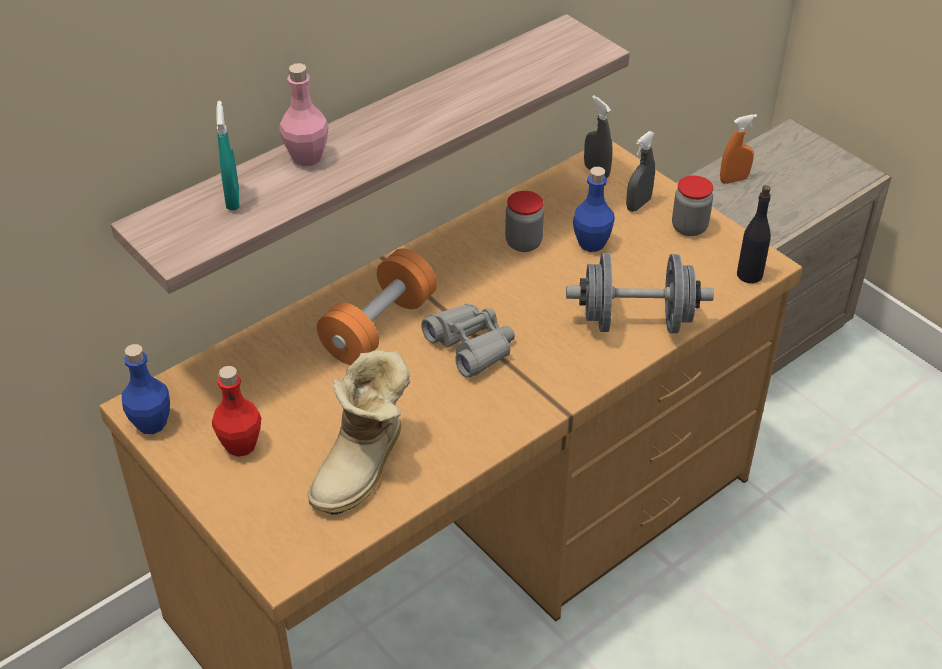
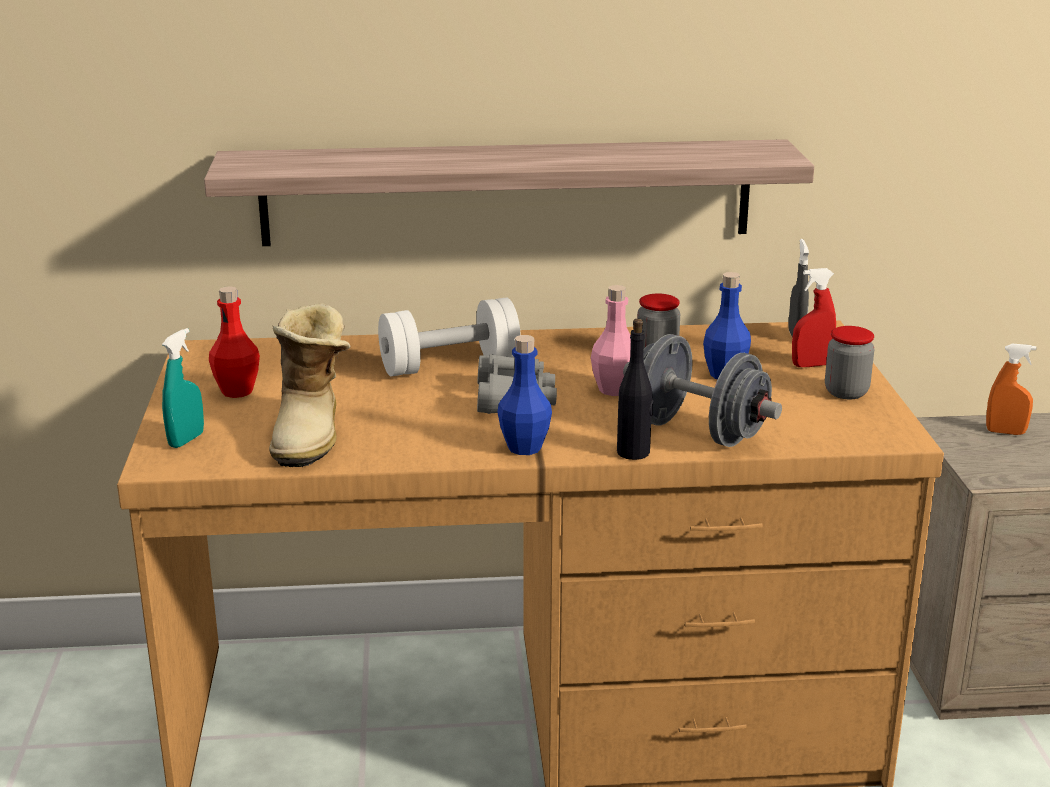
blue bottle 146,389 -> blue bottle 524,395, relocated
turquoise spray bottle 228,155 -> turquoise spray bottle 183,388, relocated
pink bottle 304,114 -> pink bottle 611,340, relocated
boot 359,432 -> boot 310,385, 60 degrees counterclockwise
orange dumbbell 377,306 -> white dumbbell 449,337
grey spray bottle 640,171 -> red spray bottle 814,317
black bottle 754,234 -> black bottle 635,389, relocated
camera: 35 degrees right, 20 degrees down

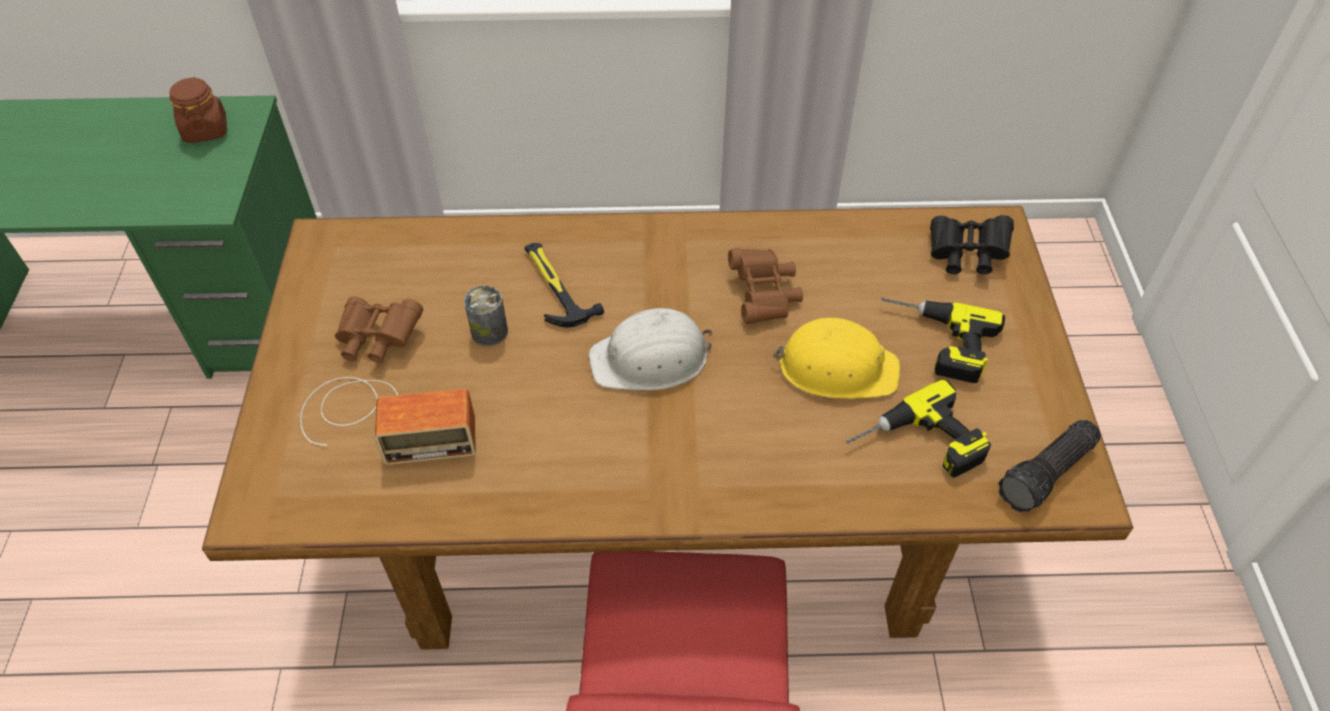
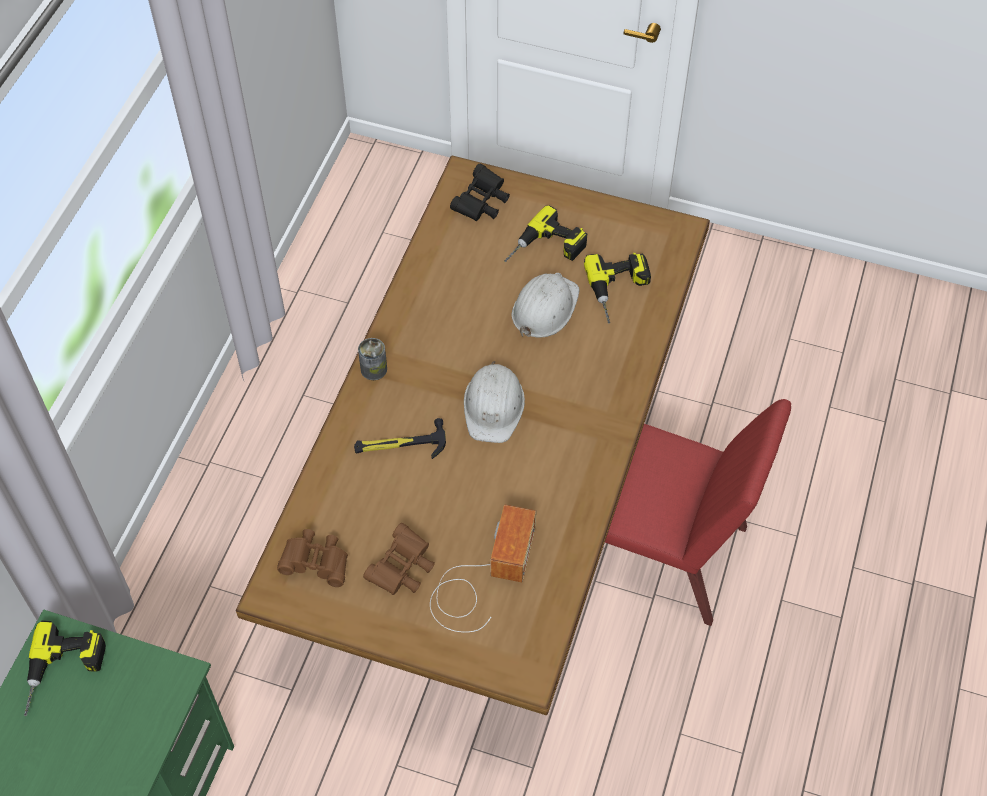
brown jar 198,110 -> power drill 65,668
can 486,316 -> can 372,359, relocated
brown binoculars 765,286 -> brown binoculars 312,558, relocated
yellow hard hat 836,358 -> white hard hat 546,305
flashlight 1049,466 -> none
camera: 70 degrees left, 5 degrees up

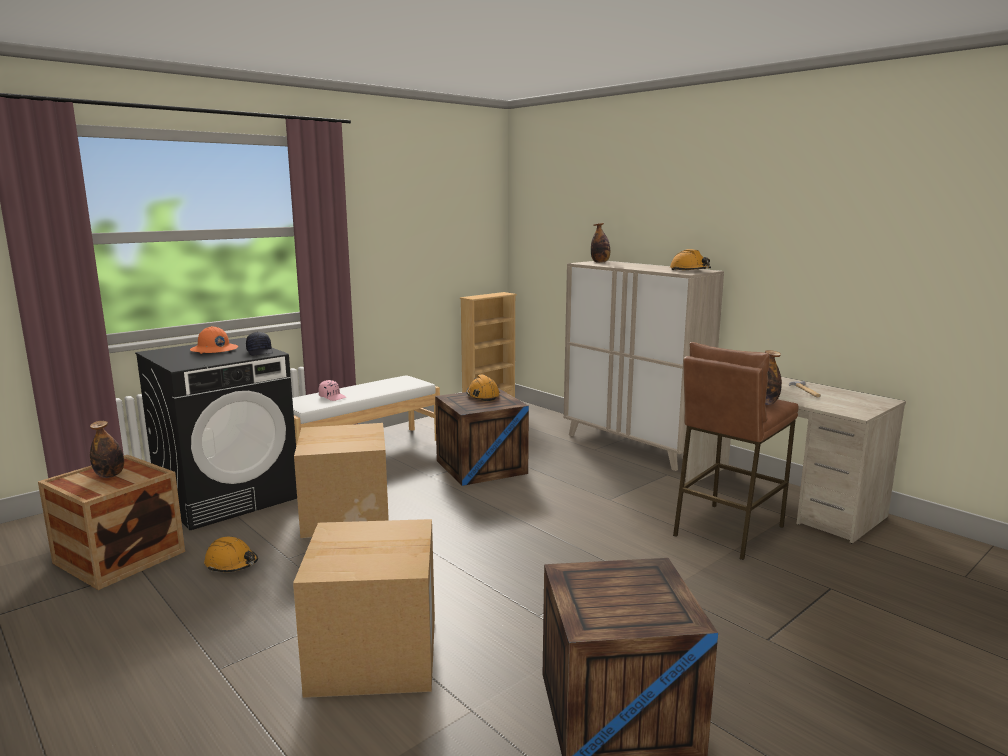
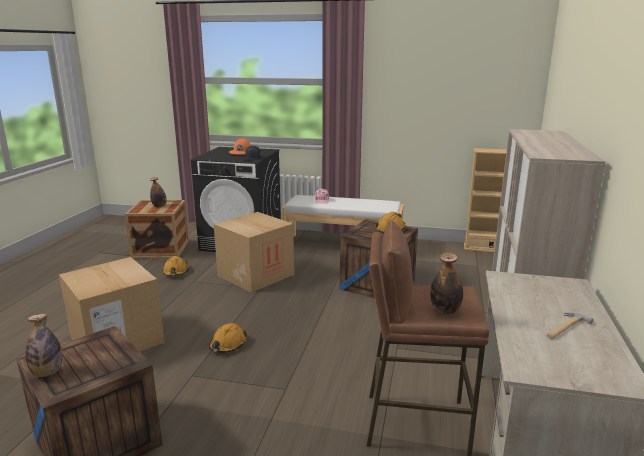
bottle 600,243 -> bottle 43,345, relocated
orange hard hat 690,260 -> orange hard hat 228,338, relocated
camera: 55 degrees right, 5 degrees up

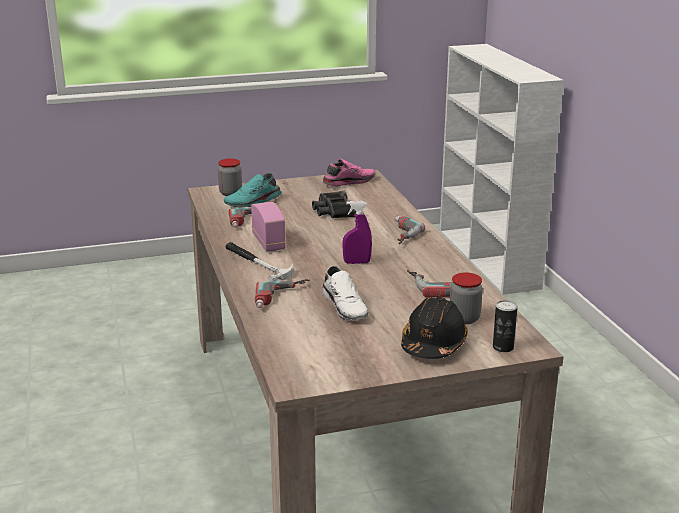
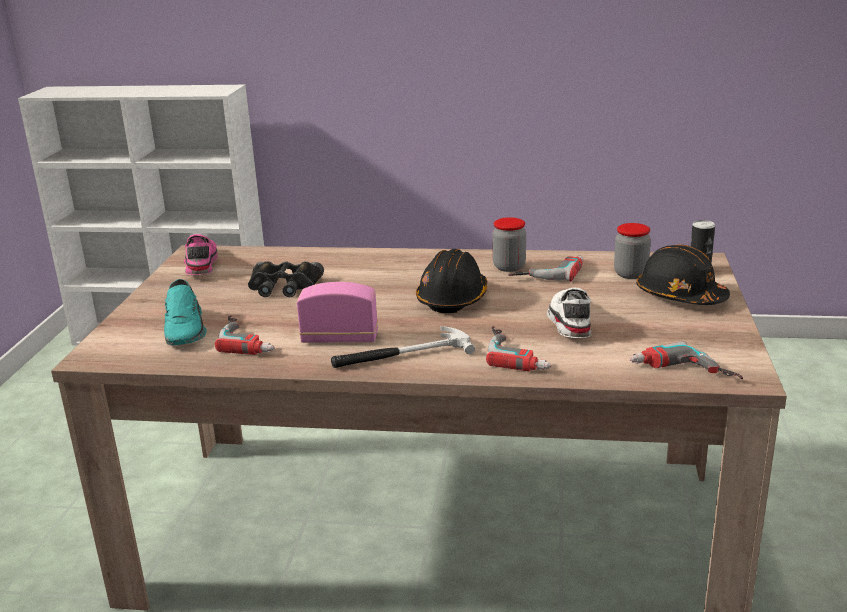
jar 230,177 -> jar 509,244, relocated
white shoe 345,293 -> white shoe 569,313, 90 degrees counterclockwise
purple spray bottle 357,232 -> black hard hat 451,281
power drill 409,230 -> power drill 686,360, relocated
camera: 65 degrees left, 0 degrees up

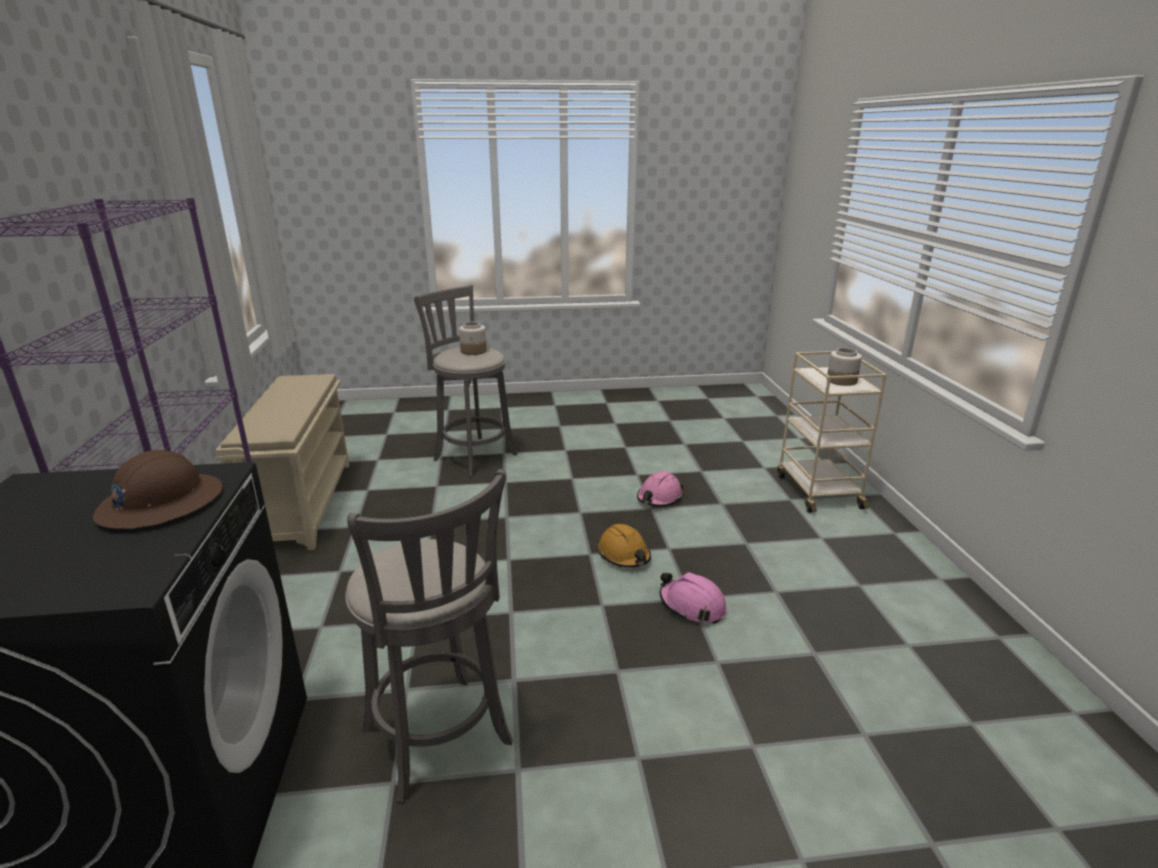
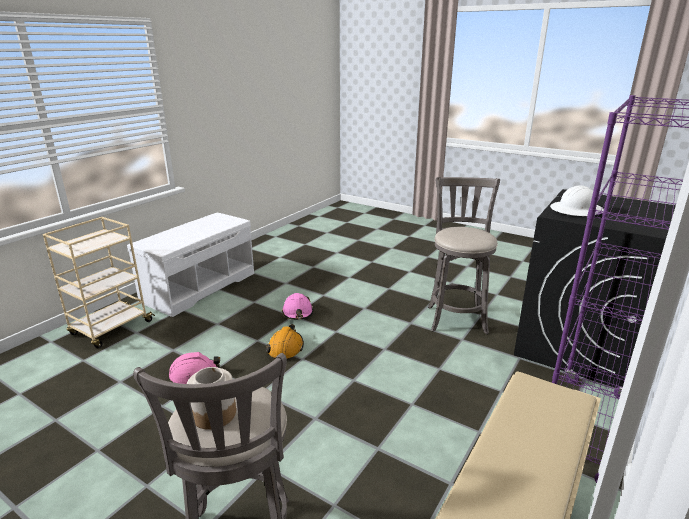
brown hard hat 157,489 -> white hard hat 577,200
jar 844,367 -> none
none -> white bench 190,264
camera: 140 degrees left, 0 degrees up

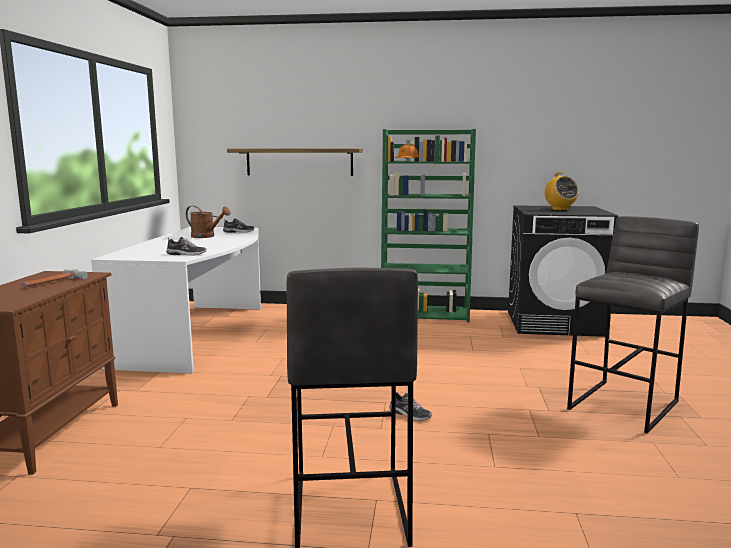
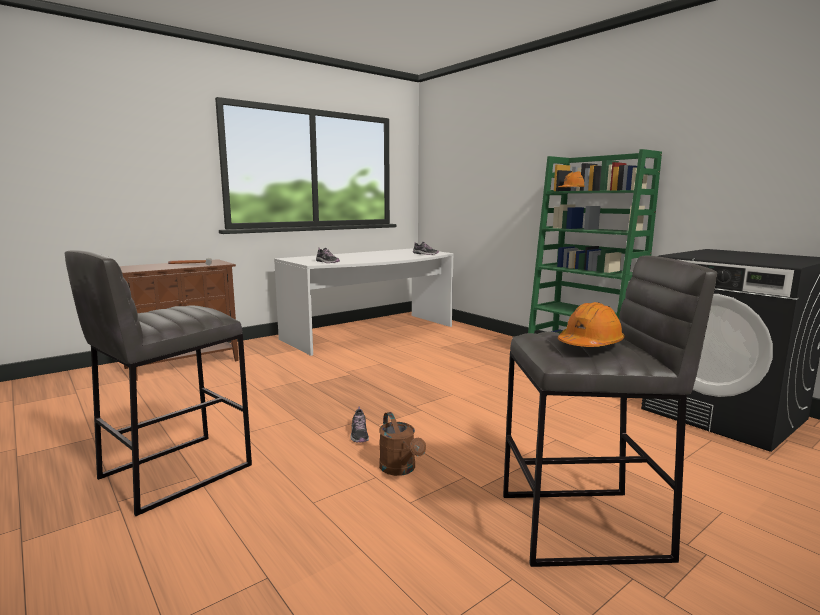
brown watering can 208,222 -> brown watering can 402,444, relocated
shelf 295,162 -> none
radio 561,191 -> none
none -> orange hard hat 591,324
camera: 45 degrees right, 0 degrees up

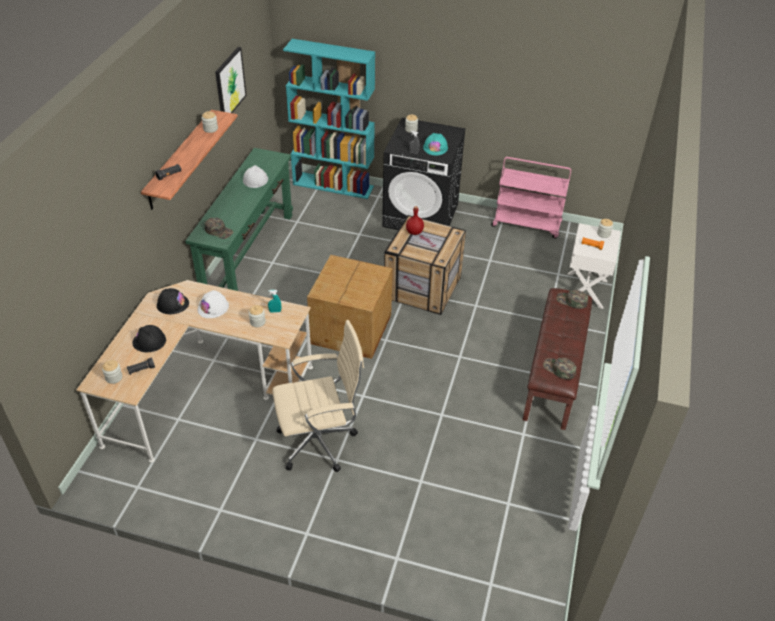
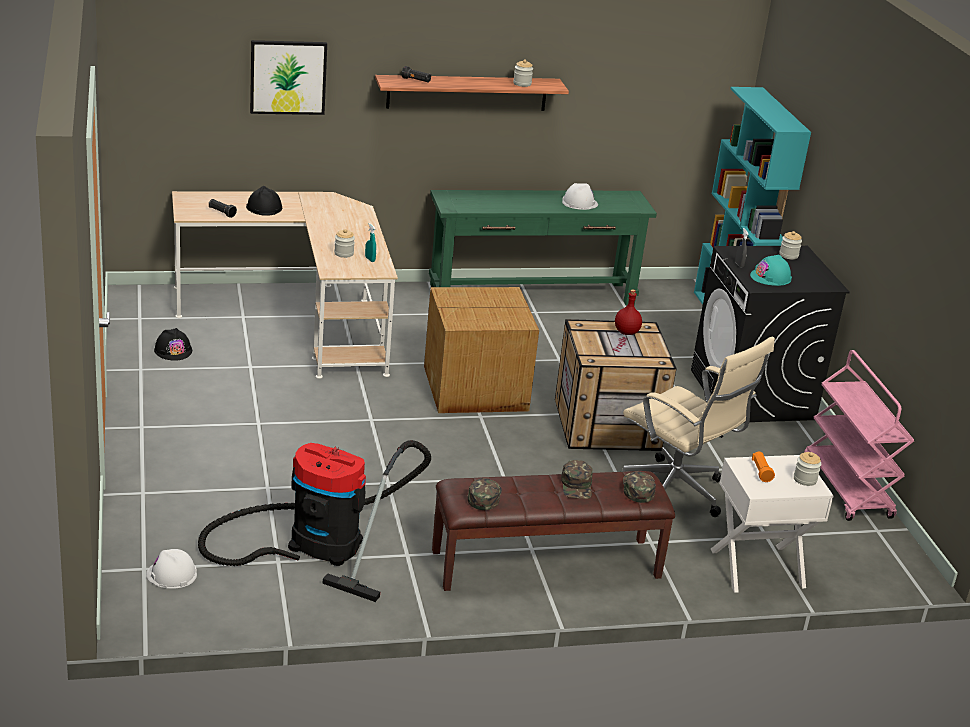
jar 112,372 -> none
black hard hat 173,301 -> black hard hat 173,344, relocated
white hard hat 213,304 -> white hard hat 171,569, relocated
green cap 218,228 -> green cap 577,479, relocated
picture 231,80 -> picture 288,77, relocated
beige office chair 318,396 -> beige office chair 698,427, relocated
none -> vacuum cleaner 314,521
camera: 60 degrees right, 15 degrees down

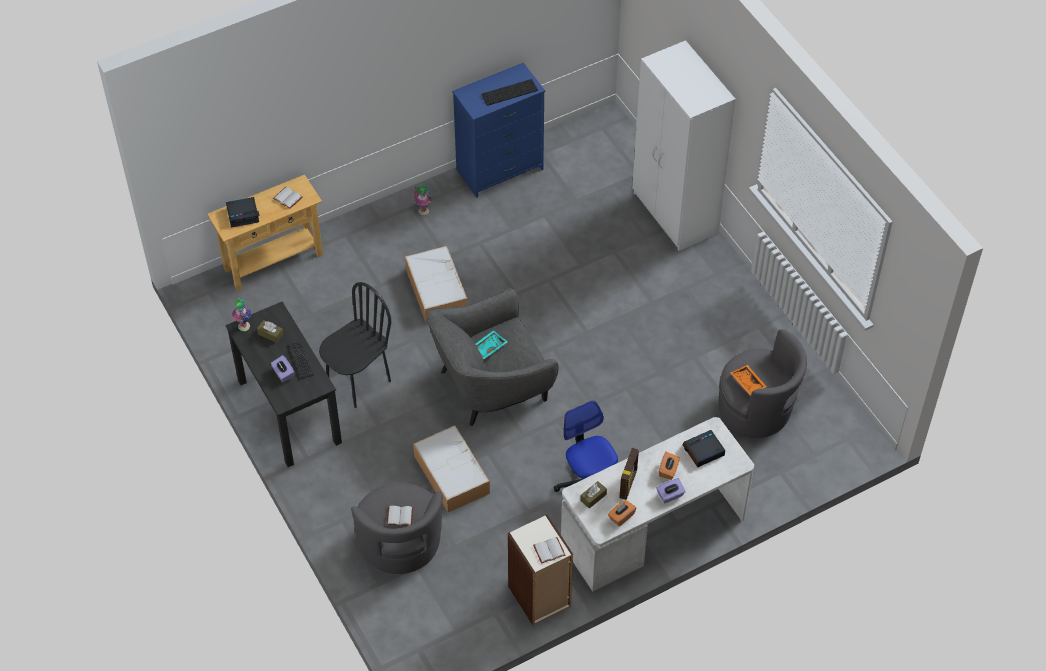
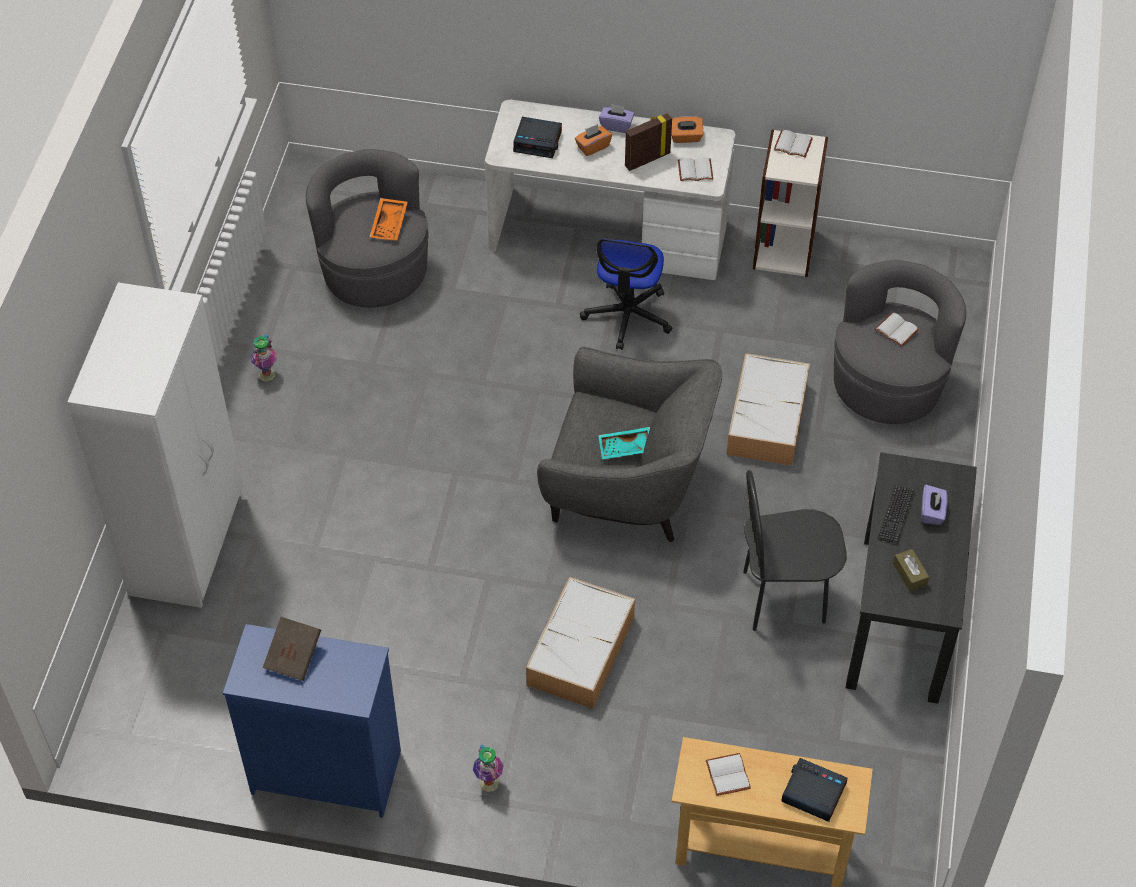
vase 241,314 -> vase 264,358, relocated
keyboard 509,92 -> brown book 292,649
brown tissue box 593,495 -> white book 695,169
camera: 140 degrees left, 0 degrees up

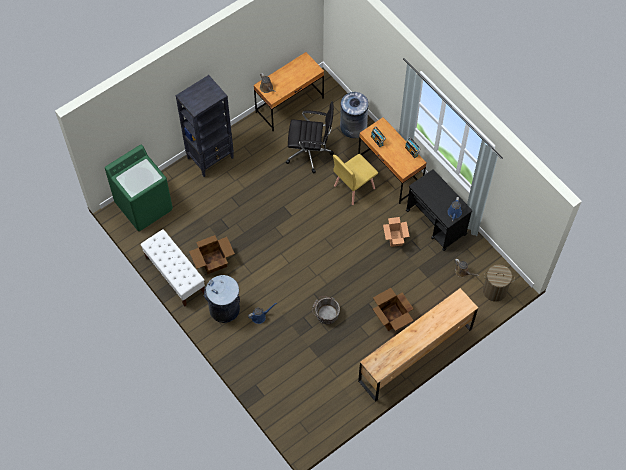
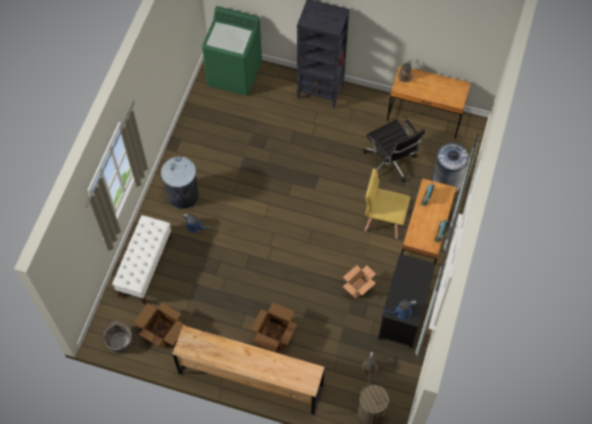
white bench 172,268 -> white bench 142,259, relocated
cardboard box 212,254 -> cardboard box 160,325, relocated
grey bucket 326,310 -> grey bucket 117,337, relocated
camera: 55 degrees right, 0 degrees up

